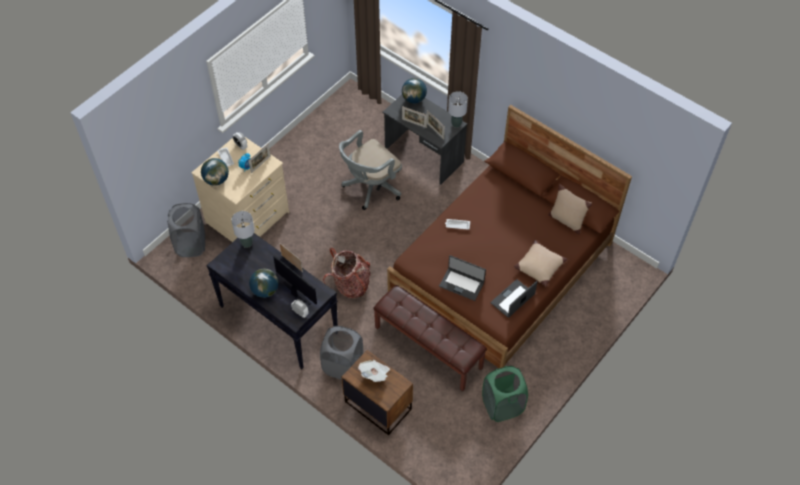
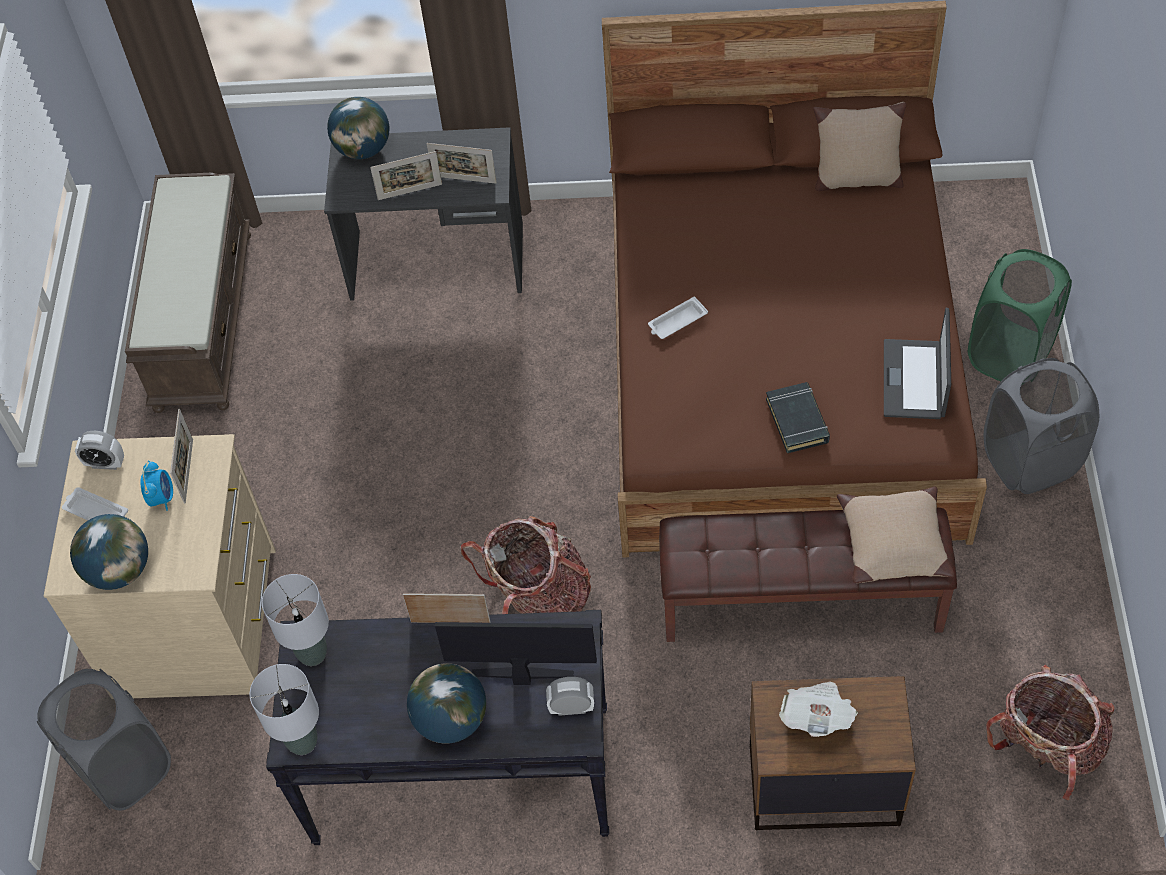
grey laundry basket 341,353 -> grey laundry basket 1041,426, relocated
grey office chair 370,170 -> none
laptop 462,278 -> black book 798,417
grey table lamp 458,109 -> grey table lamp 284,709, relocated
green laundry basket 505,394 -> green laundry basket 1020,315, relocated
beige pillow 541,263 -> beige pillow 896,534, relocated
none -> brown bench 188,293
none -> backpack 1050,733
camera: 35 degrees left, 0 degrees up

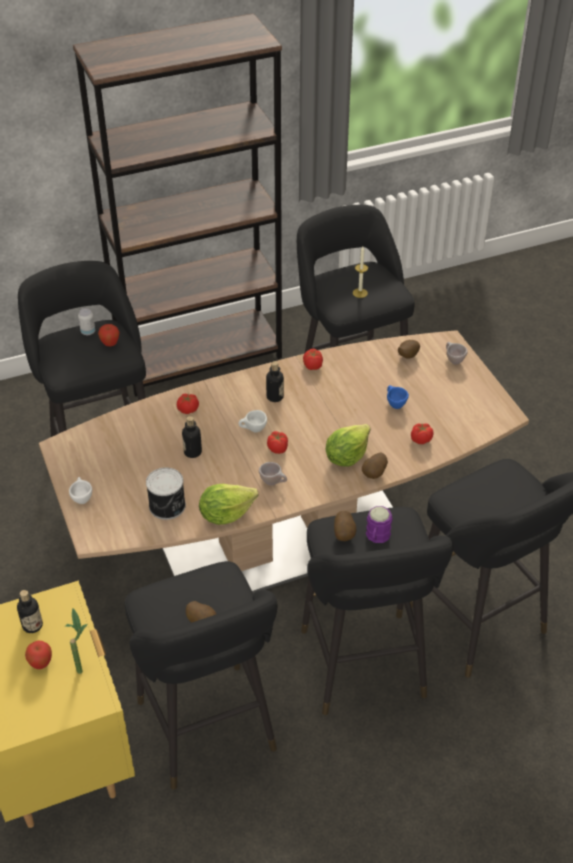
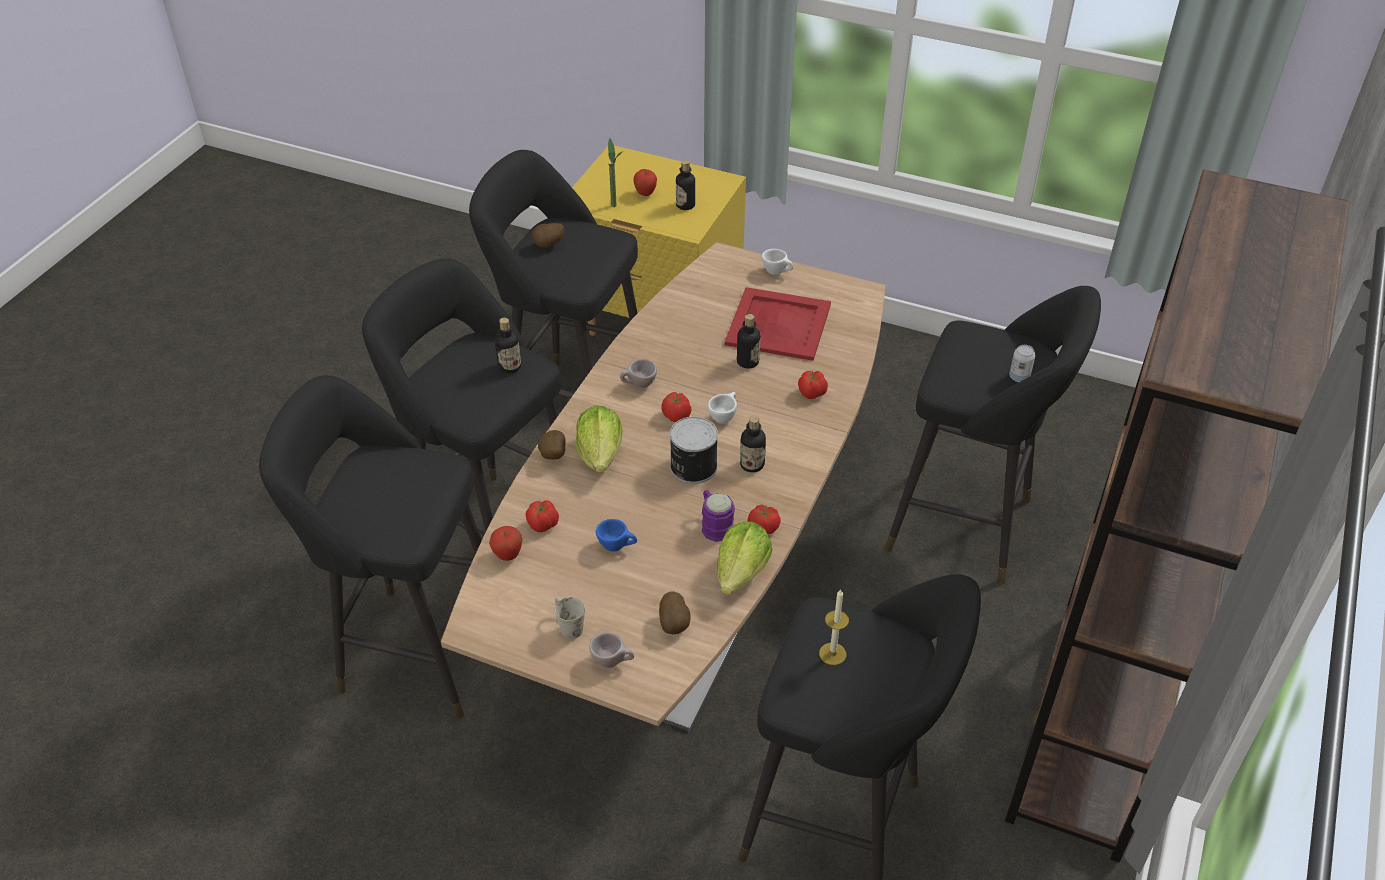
apple 109,335 -> apple 505,543, relocated
can 166,493 -> can 694,450, relocated
lettuce 229,504 -> lettuce 744,558, relocated
potato 345,526 -> bottle 508,345
purple mug 379,524 -> purple mug 718,516, relocated
none -> white mug 569,618
none -> red tray 777,324
camera: 135 degrees right, 0 degrees up

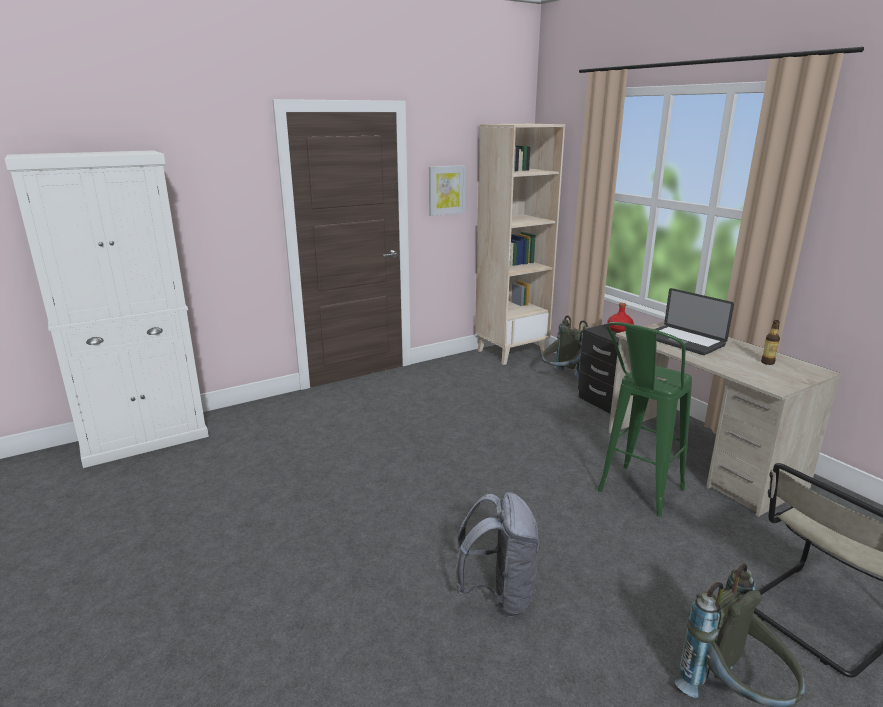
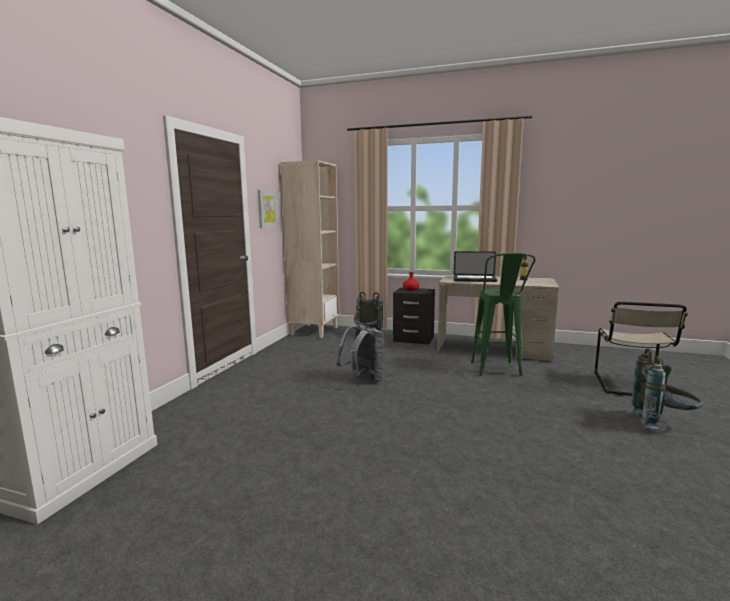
grey backpack 498,554 -> grey backpack 361,353, relocated
camera: 40 degrees left, 10 degrees down

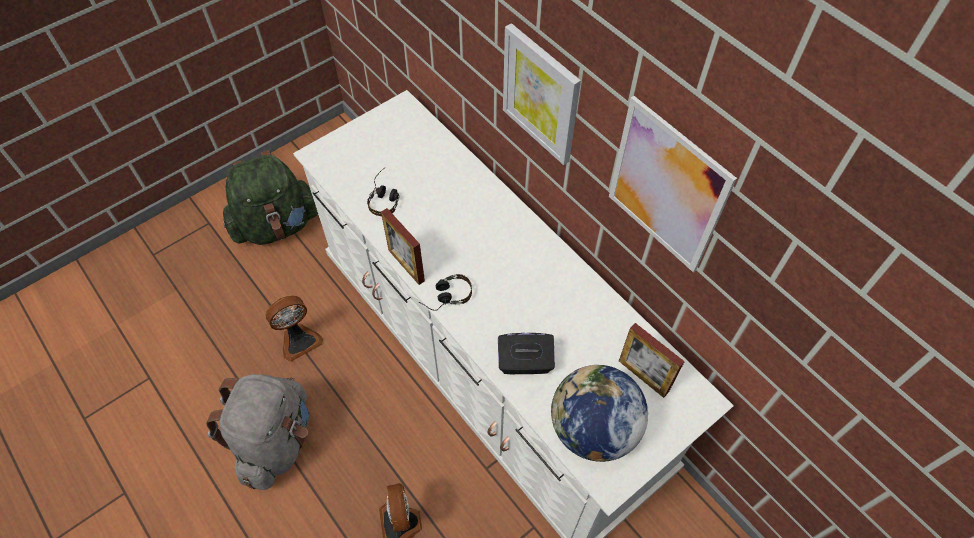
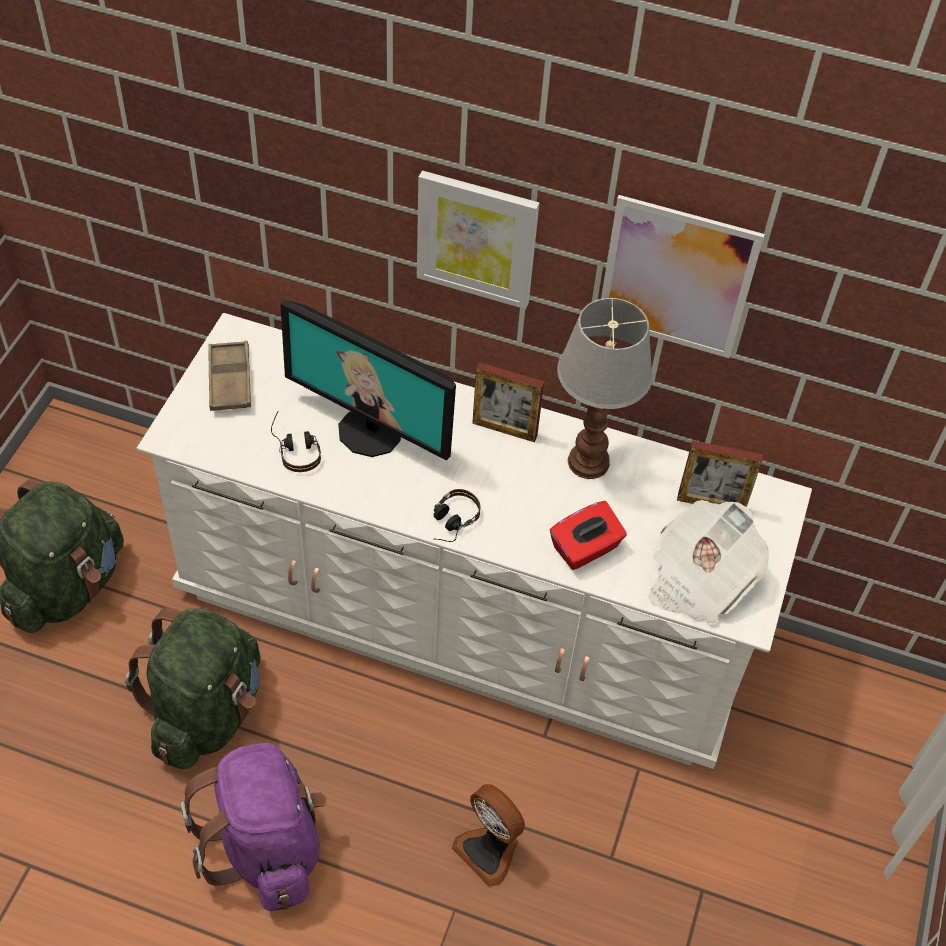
grey backpack 257,432 -> purple backpack 254,827
fan 294,328 -> green backpack 192,688
picture frame 403,246 -> picture frame 508,402, relocated
black tissue box 526,353 -> red tissue box 588,535
globe 599,413 -> newspaper 709,562
none -> brown tray 229,376
none -> monitor 368,380
none -> table lamp 605,388
camera: 35 degrees left, 5 degrees down

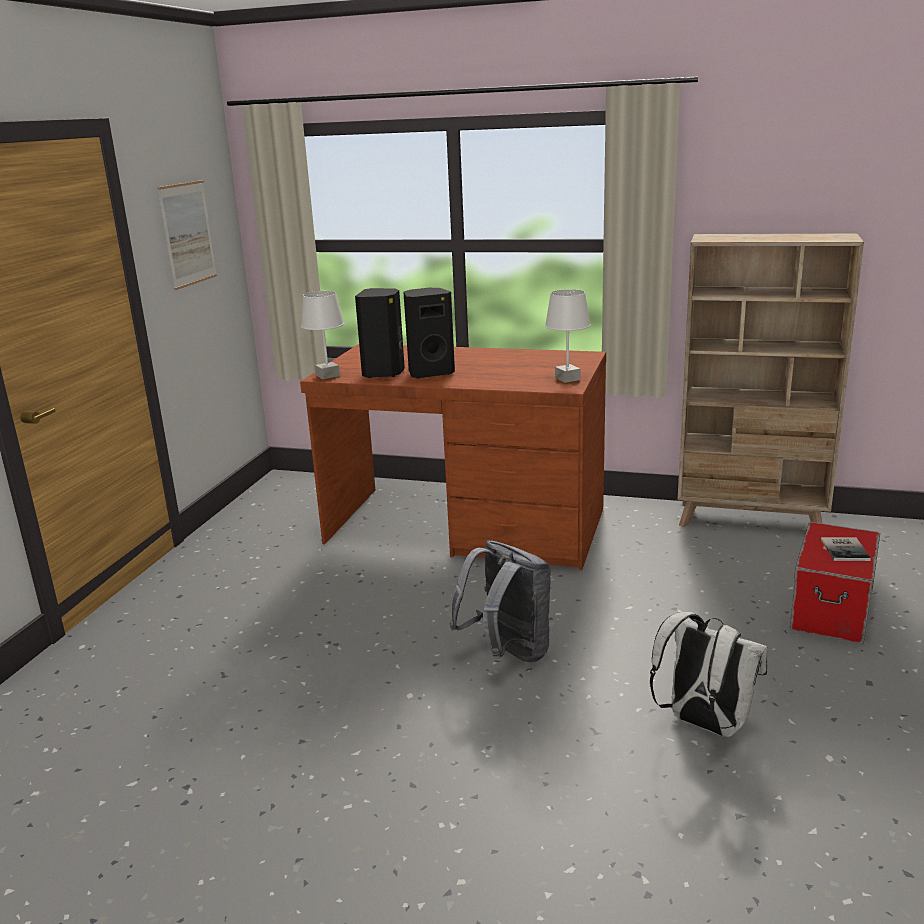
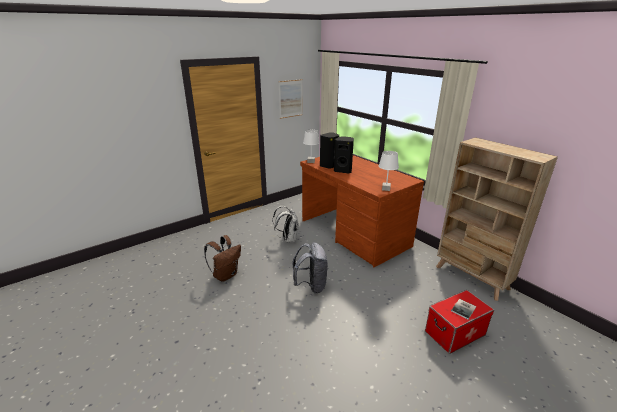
white backpack 709,674 -> white backpack 286,224, relocated
none -> brown backpack 222,258
camera: 35 degrees right, 5 degrees up

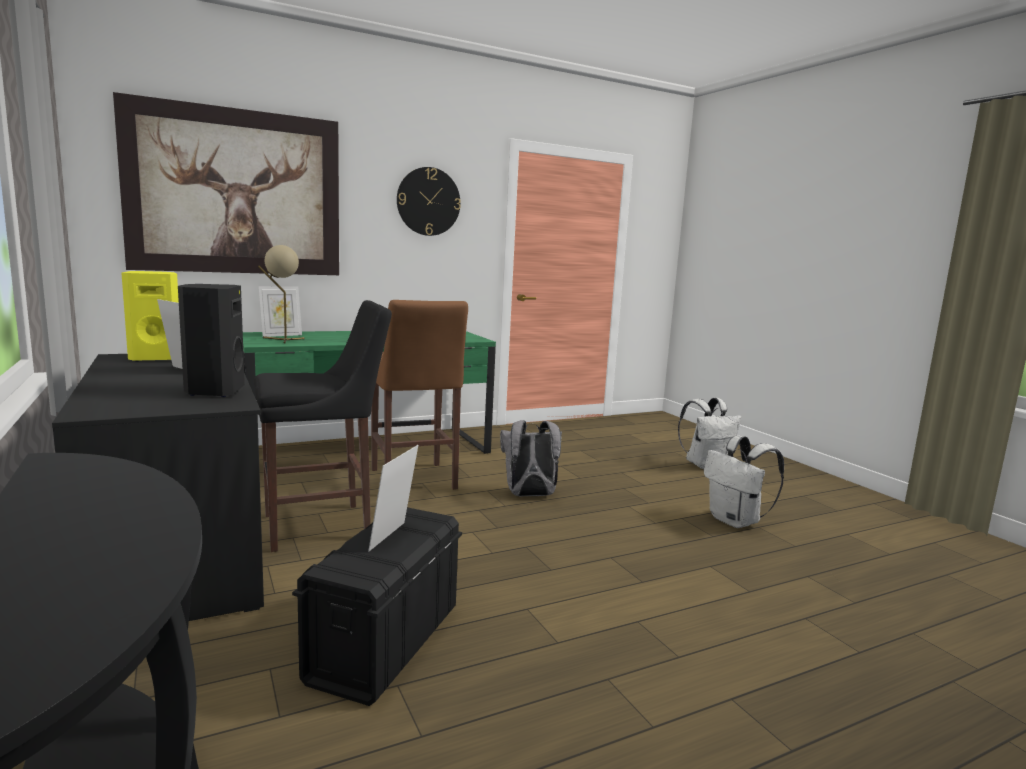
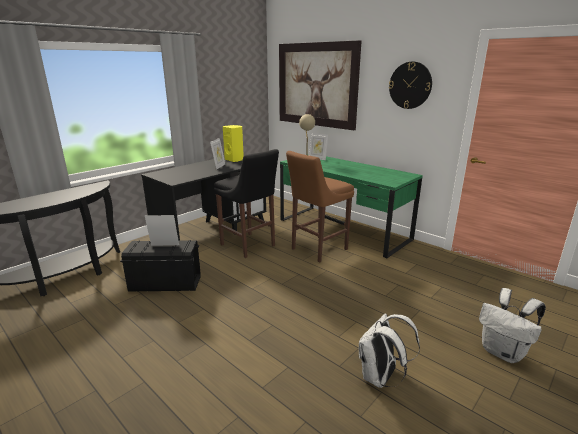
black speaker 211,340 -> none
grey backpack 531,458 -> none
camera: 70 degrees right, 10 degrees up

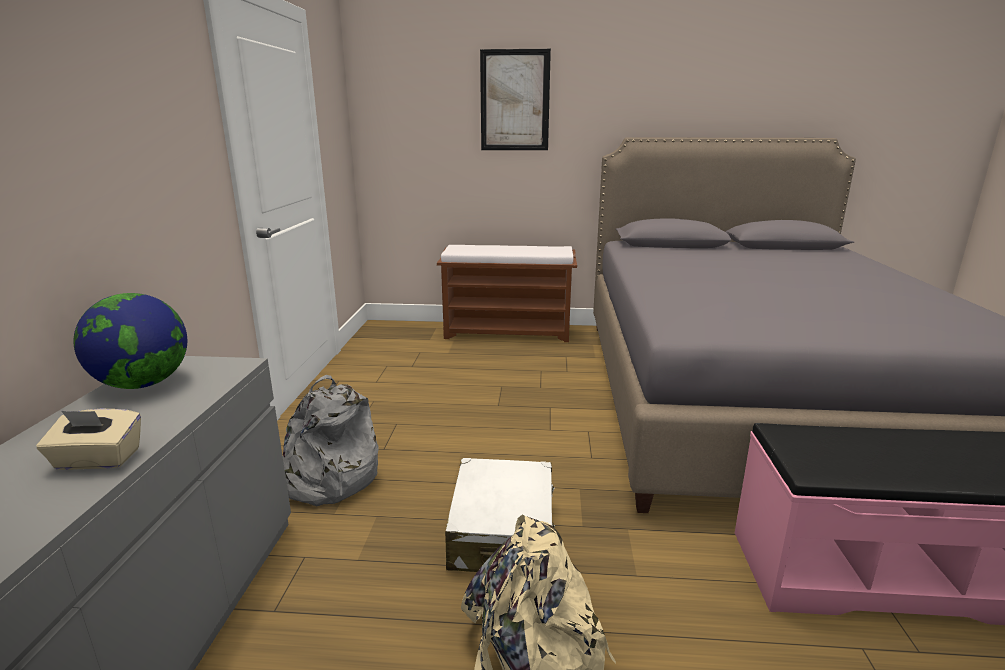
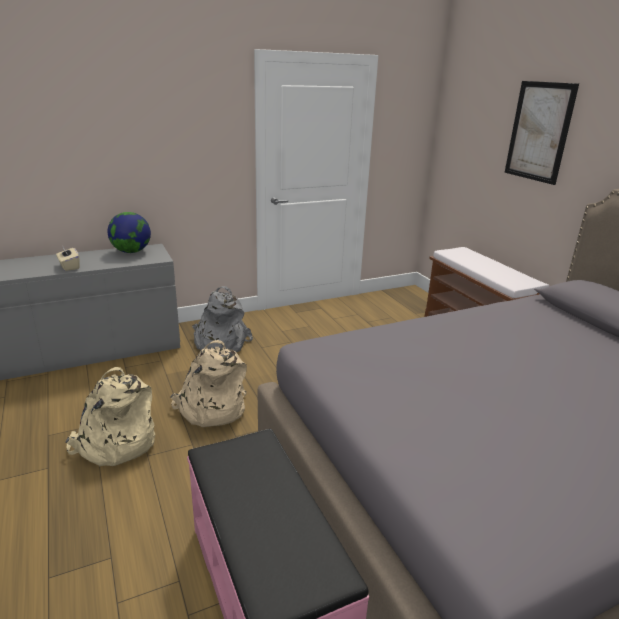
white suitcase 500,515 -> beige backpack 208,383
camera: 60 degrees right, 5 degrees up

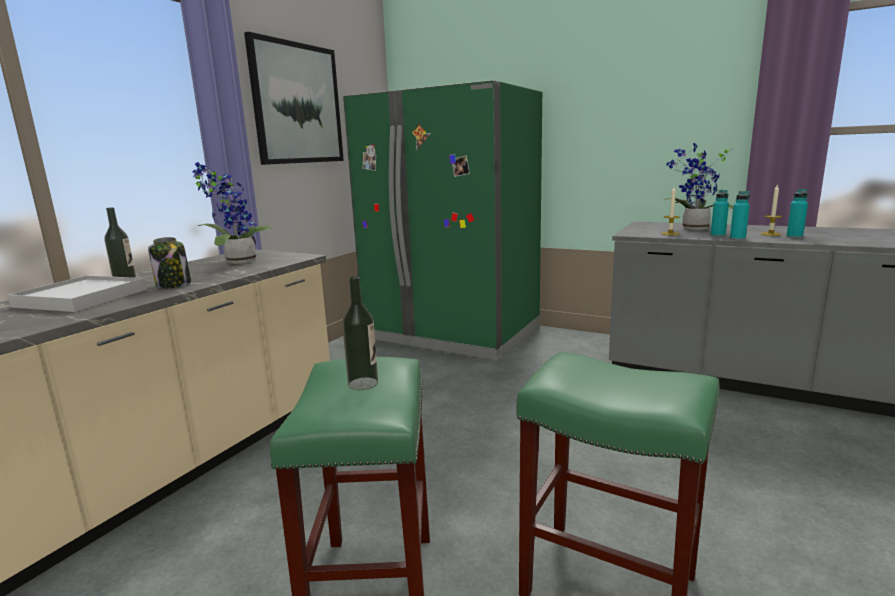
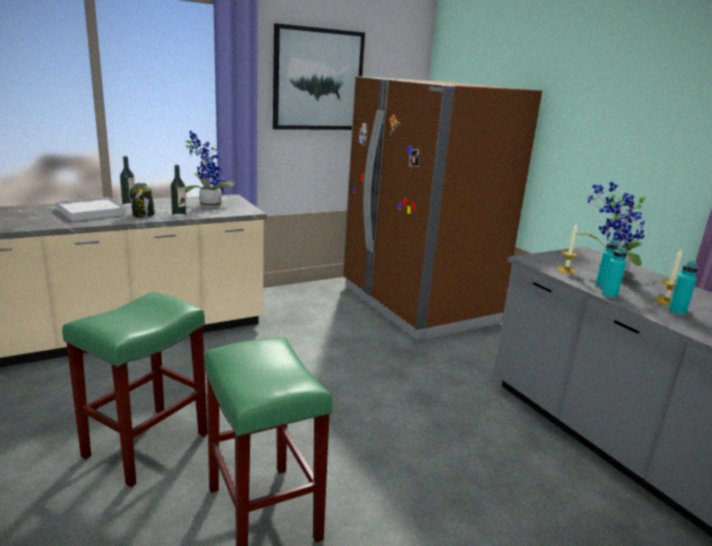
bottle 360,333 -> bottle 178,191, relocated
green fridge 442,220 -> brown fridge 442,207
camera: 30 degrees right, 5 degrees up

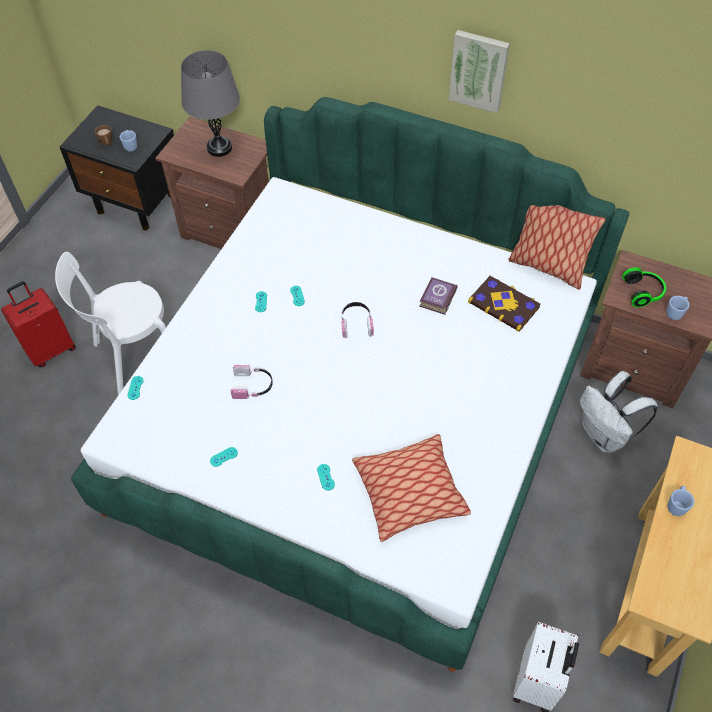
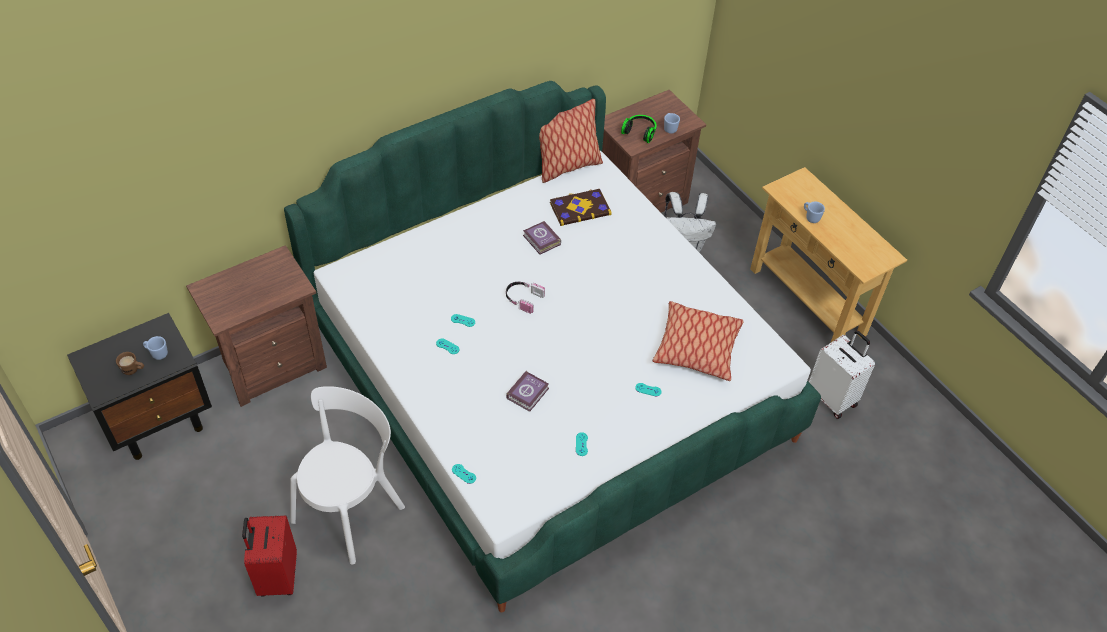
white chair 110,323 -> white chair 347,475, 150 degrees counterclockwise
grey table lamp 210,103 -> none
headphones 251,382 -> book 527,391
picture 479,71 -> none
camera: 60 degrees left, 5 degrees down

